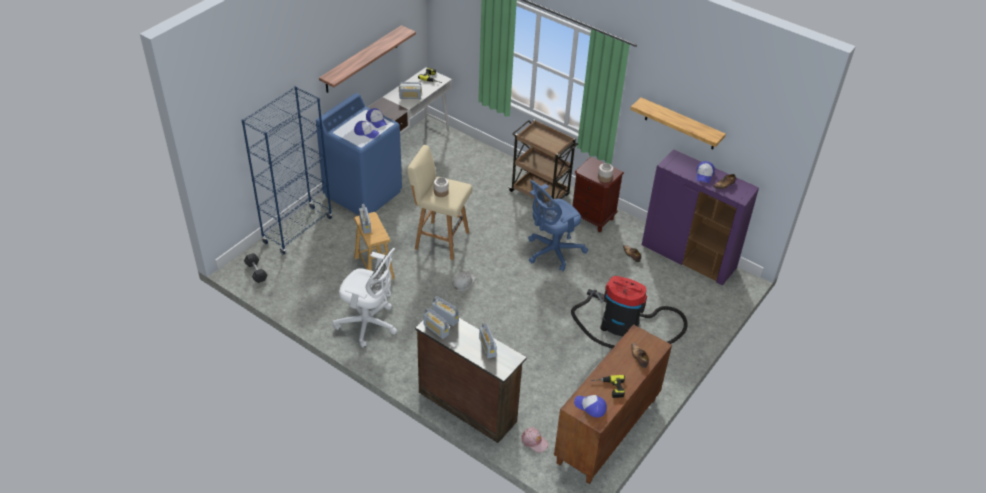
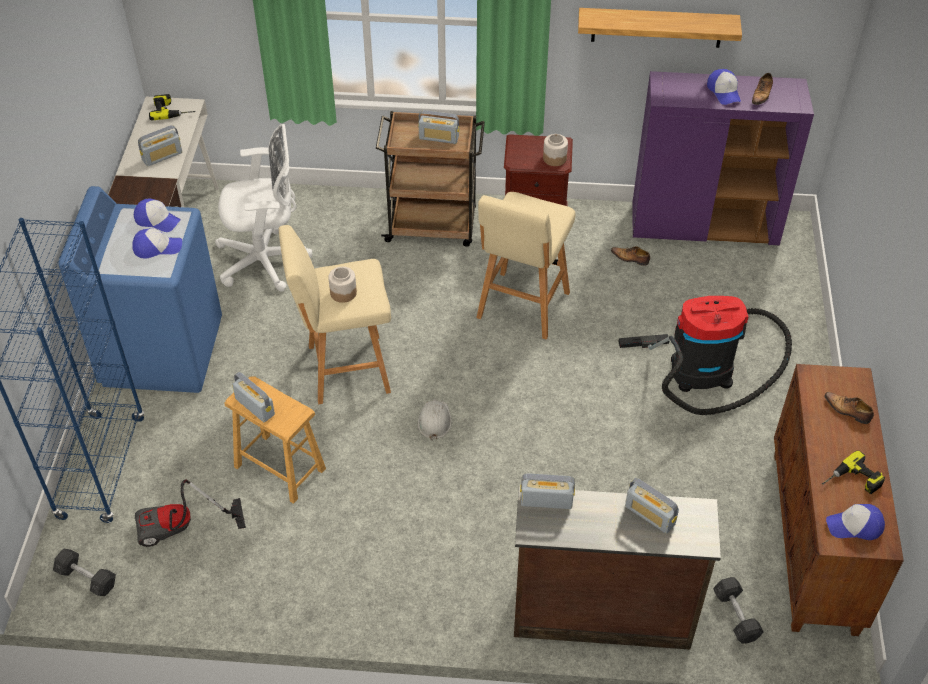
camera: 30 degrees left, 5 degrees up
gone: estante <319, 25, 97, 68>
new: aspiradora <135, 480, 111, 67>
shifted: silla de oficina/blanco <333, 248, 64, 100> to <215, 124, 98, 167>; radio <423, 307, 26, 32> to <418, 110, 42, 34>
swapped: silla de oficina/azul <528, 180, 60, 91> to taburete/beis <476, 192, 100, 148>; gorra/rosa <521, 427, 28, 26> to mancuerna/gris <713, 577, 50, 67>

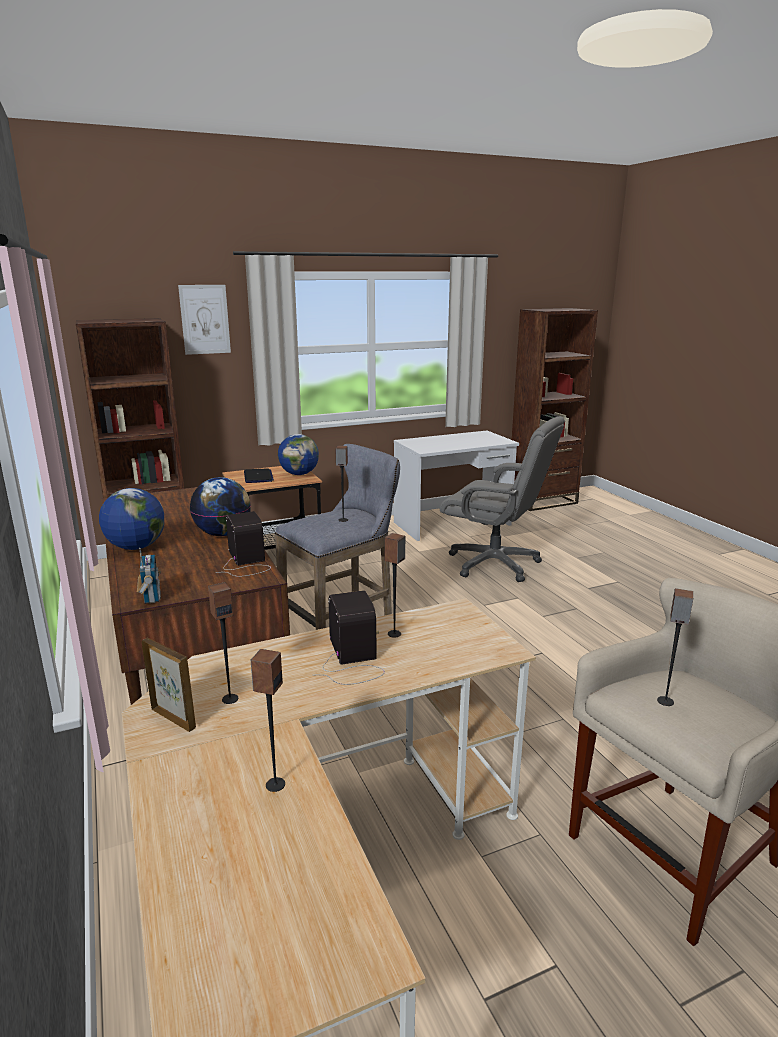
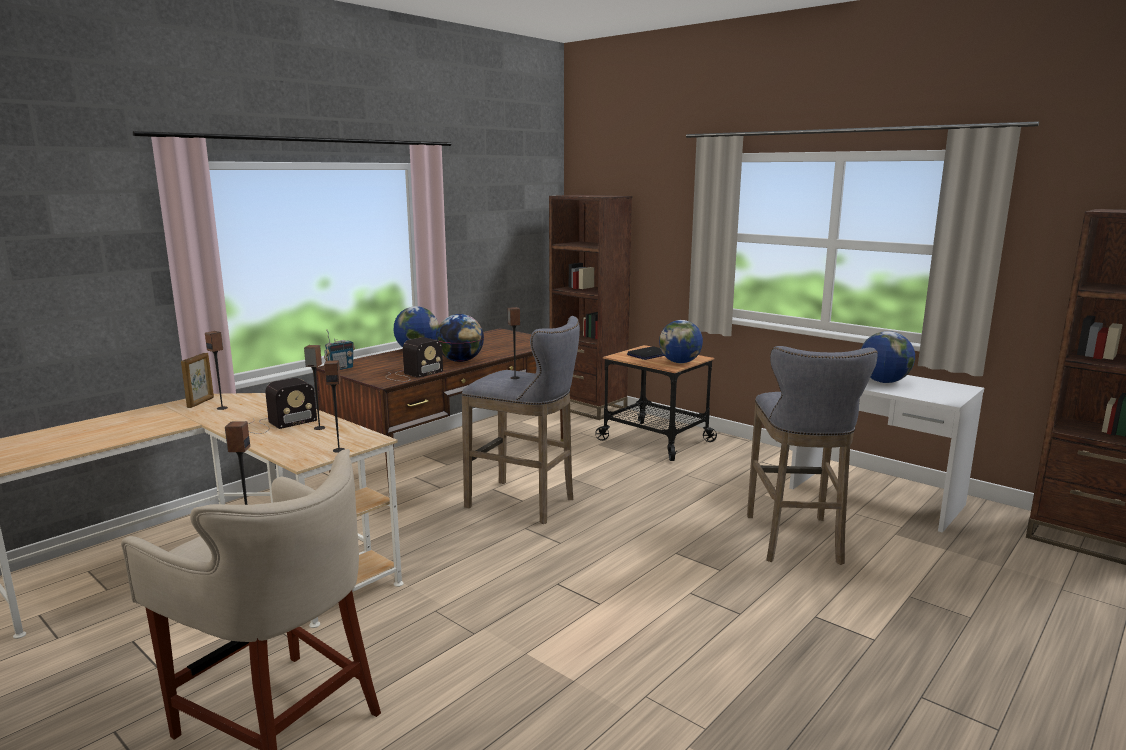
camera: 65 degrees right, 5 degrees down
gone: cuadro <178, 285, 53, 70>
new: globo terráqueo <861, 331, 54, 52>
shifted: altavoz <251, 649, 34, 143> to <324, 360, 21, 93>
swapped: silla de oficina/gris <440, 416, 125, 166> to taburete/gris <747, 346, 131, 219>

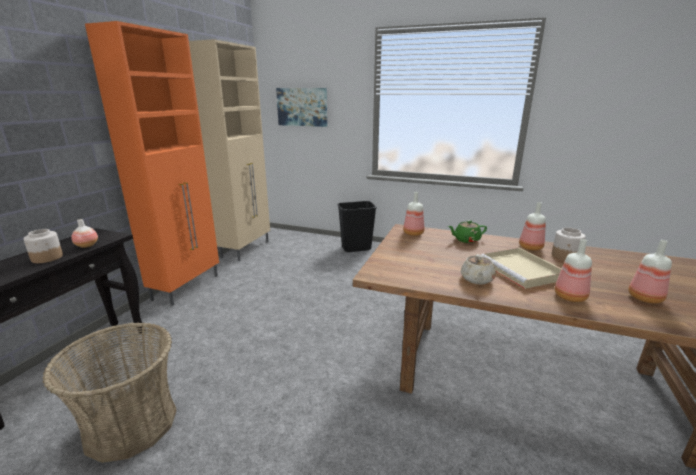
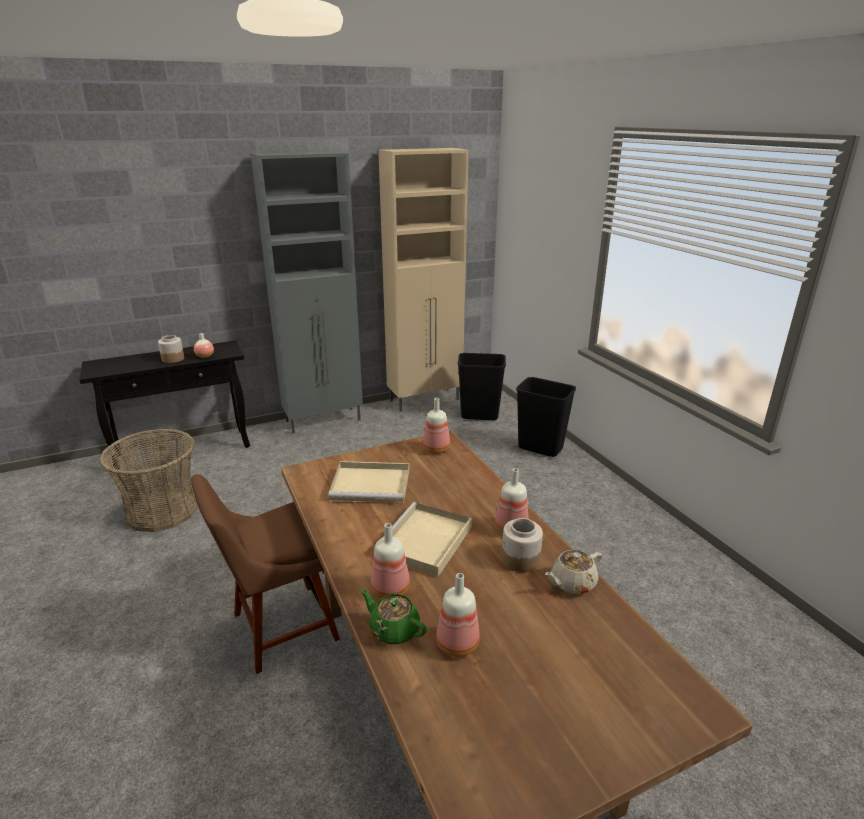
camera: 45 degrees right, 5 degrees up
gone: cuadro <276, 88, 51, 39>
new: silla/marrón <191, 474, 149, 200>; bandeja/beis <328, 461, 81, 43>; papelera/negro <458, 353, 48, 67>
shifted: tetera/verde <448, 220, 39, 23> to <360, 589, 67, 56>; tetera/beis <461, 254, 35, 30> to <545, 550, 57, 44>
repainted: armario/naranja <85, 21, 134, 285> to armario/gris <251, 151, 112, 283>

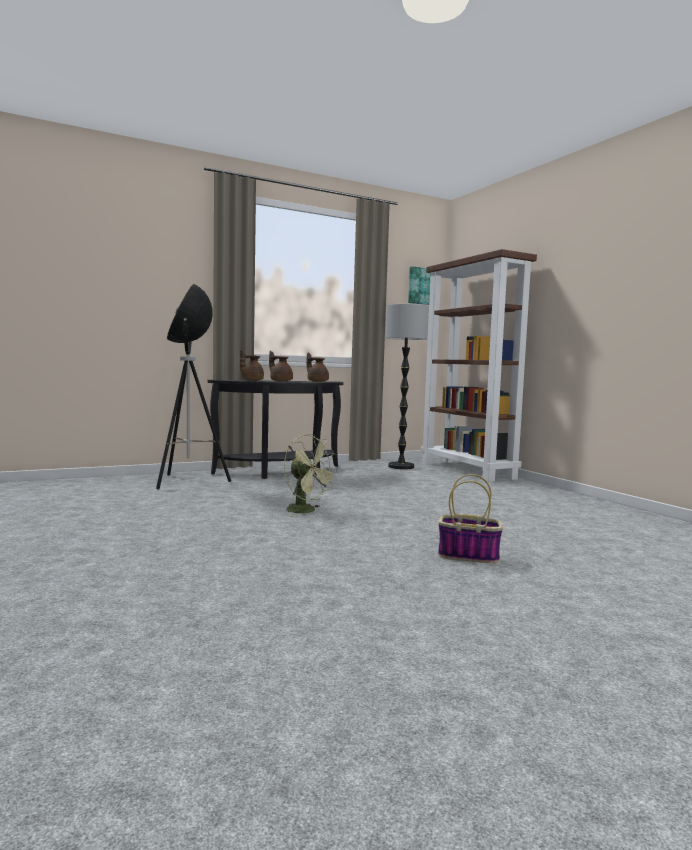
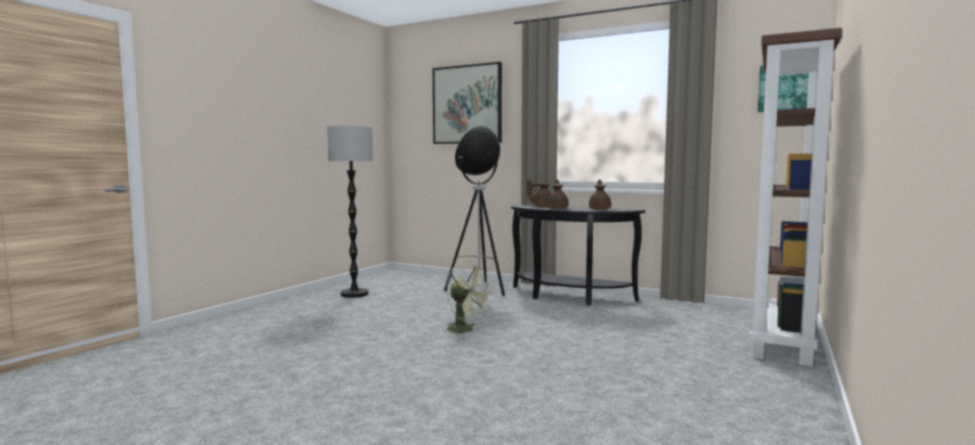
camera: 55 degrees right, 0 degrees up
gone: cesta <438, 474, 65, 89>
new: cuadro <433, 62, 69, 82>
shifted: lámpara de pie <385, 304, 44, 165> to <327, 126, 46, 172>
rotated: ventilador/verde <284, 434, 54, 82> = <447, 261, 45, 76> 60 degrees counterclockwise

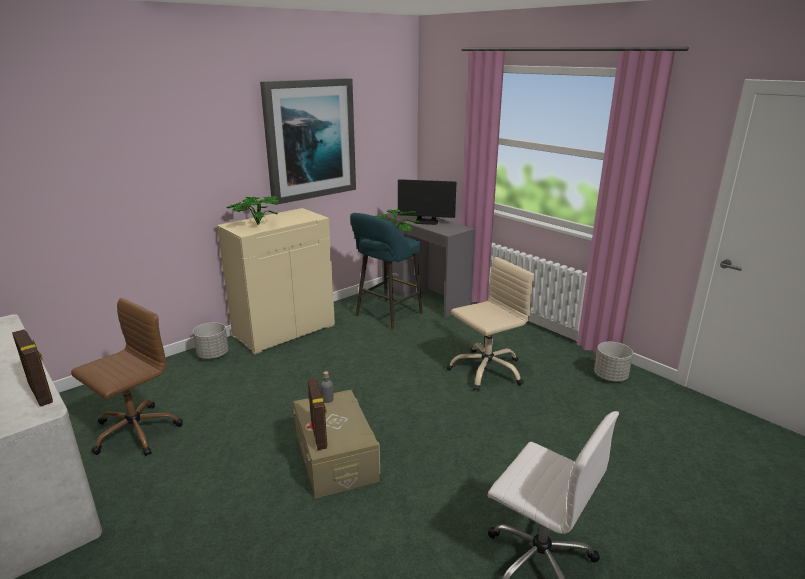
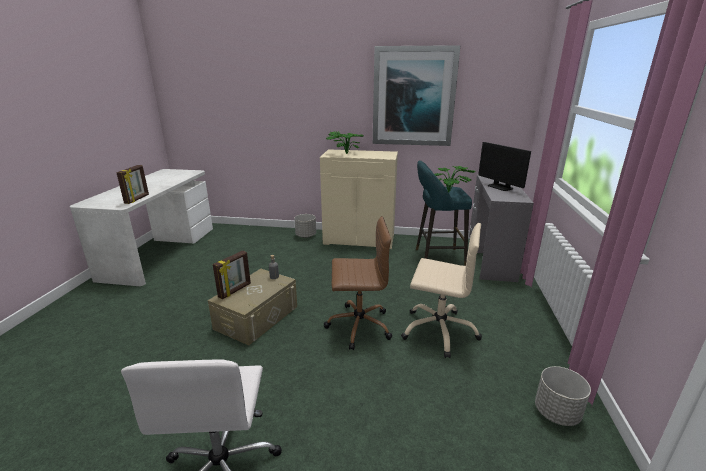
camera: 50 degrees right, 0 degrees up
shifted: silla de oficina/marrón <71, 298, 112, 158> to <324, 216, 68, 134>

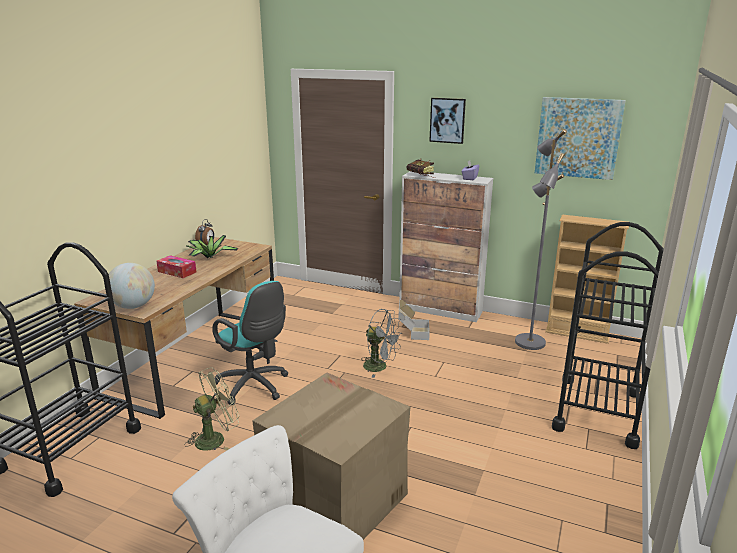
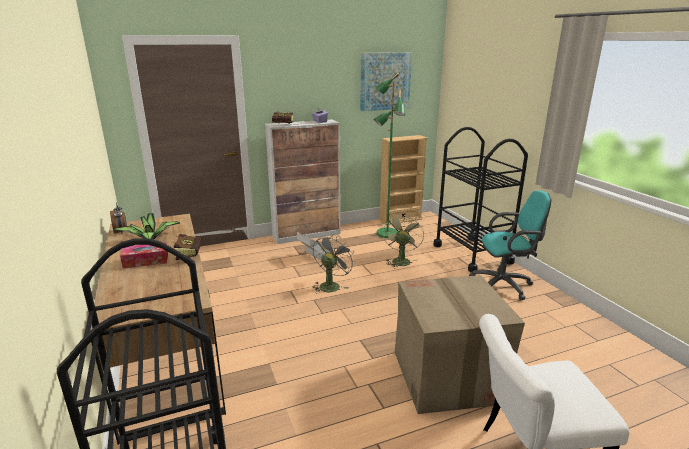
camera: 45 degrees left, 0 degrees up
gone: globo terráqueo <109, 263, 46, 46>; cuadro <429, 98, 37, 46>
new: libro <173, 234, 29, 26>
shifted: ventilador/verde <184, 367, 55, 84> to <383, 214, 41, 54>; silla de oficina/turquesa <212, 281, 77, 124> to <469, 191, 82, 109>
repainted: lámpara de pie/gris <515, 129, 52, 221> to lámpara de pie/verde <374, 73, 31, 165>
rotated: ventilador/gris <361, 309, 41, 69> = <312, 234, 44, 60> 45 degrees counterclockwise

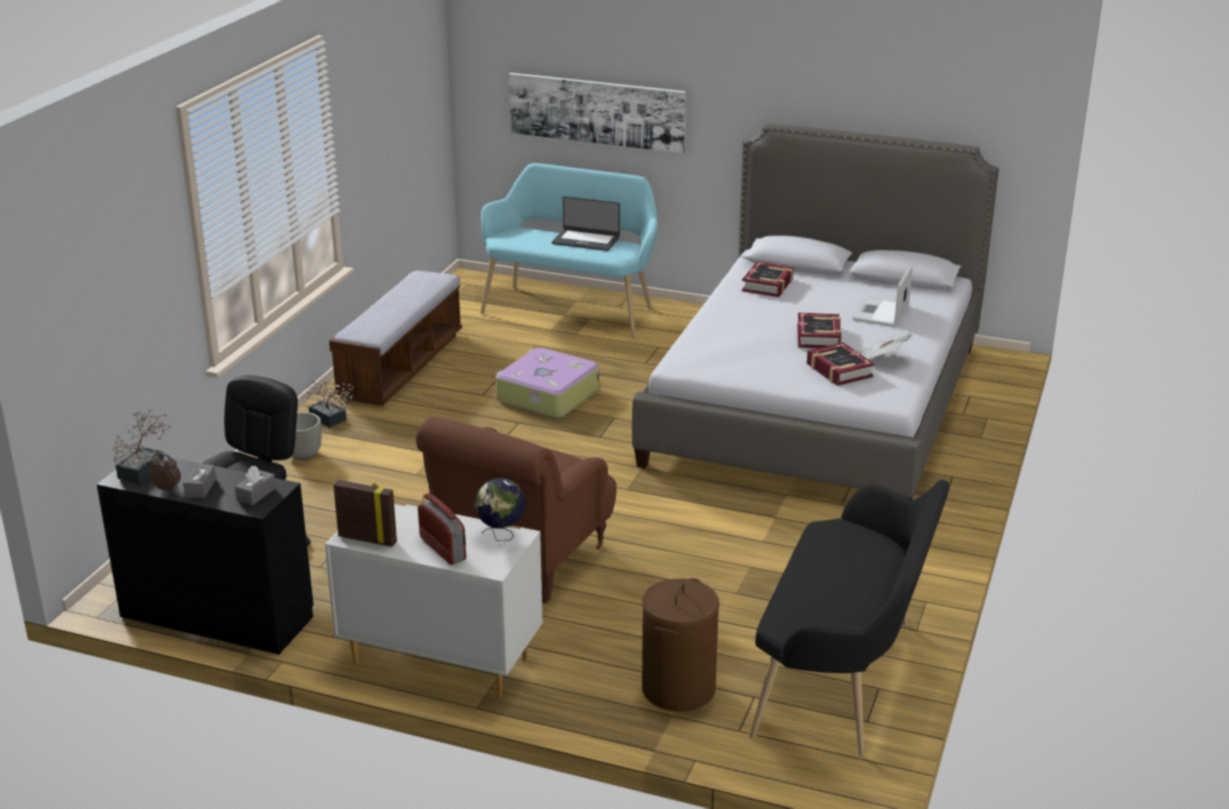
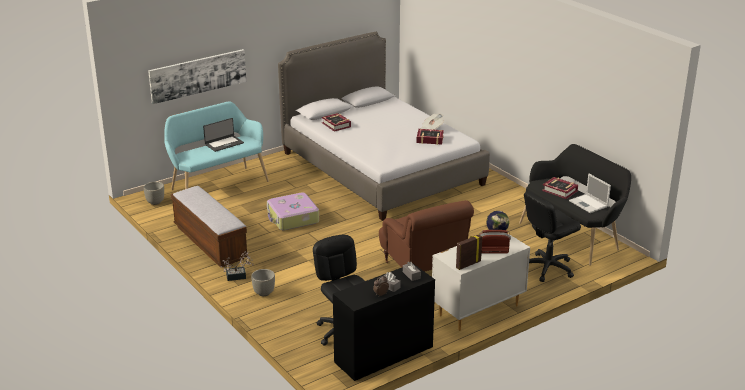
camera: 55 degrees left, 0 degrees up
gone: planta en maceta <112, 408, 60, 76>
new: maceta/gris <144, 182, 20, 23>
shifted: libro <797, 313, 45, 35> to <542, 177, 36, 22>; portátil <853, 265, 60, 62> to <569, 173, 42, 40>
swapped: cesto de la ropa/marrón <642, 578, 77, 134> to silla de oficina/negro <524, 191, 57, 91>

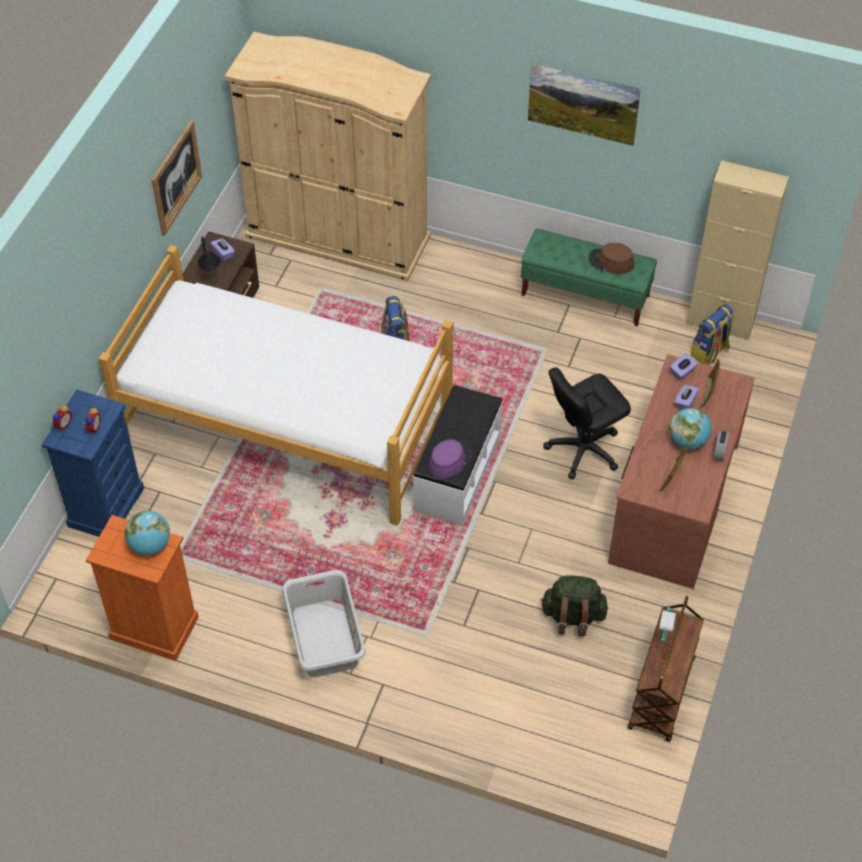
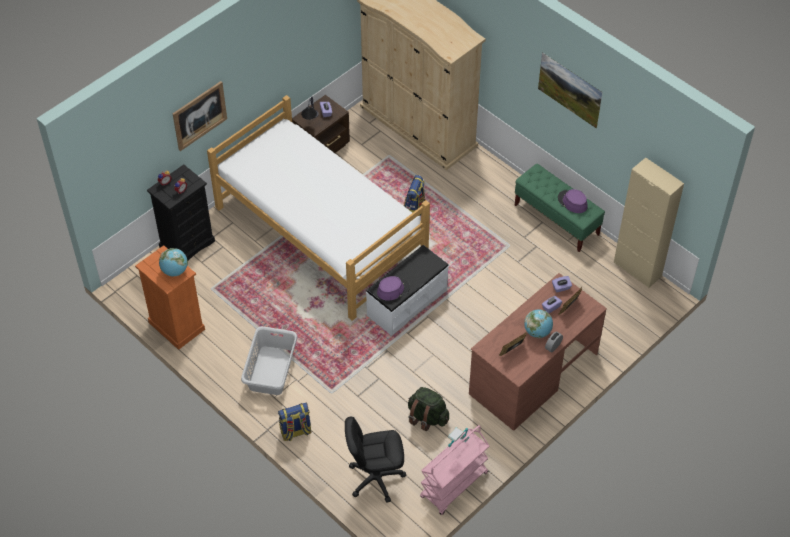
camera: 25 degrees right, 0 degrees up
shifted: cuadro <151, 120, 51, 116> to <172, 81, 55, 70>; mochila <691, 304, 43, 61> to <278, 403, 34, 38>; silla de oficina/negro <543, 367, 88, 112> to <345, 417, 61, 86>
repainted: cómoda/azul <42, 389, 102, 148> to cómoda/negro <147, 165, 68, 96>; carrito/marrón <628, 596, 76, 146> to carrito/rosa <420, 425, 69, 90>; sombrero/marrón <588, 243, 46, 31> to sombrero/morado <558, 189, 30, 24>

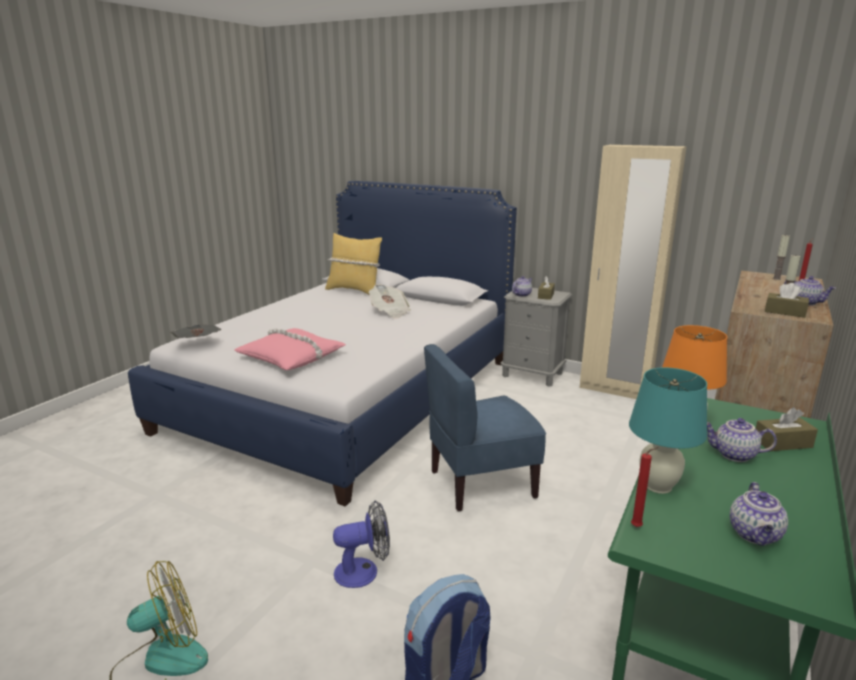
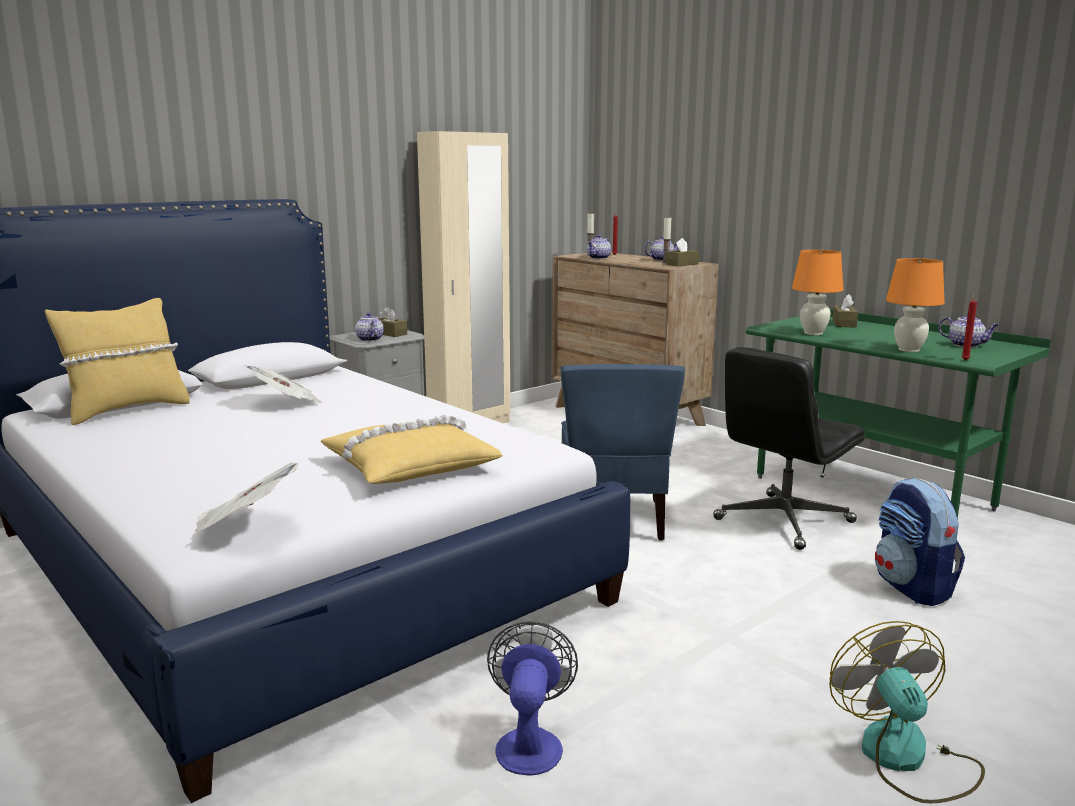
camera: 70 degrees left, 5 degrees down
new: silla de oficina/negro <713, 347, 152, 203>
shifted: ventilador <333, 500, 57, 88> to <487, 621, 91, 155>; tetera <707, 418, 70, 44> to <587, 235, 24, 24>
repainted: cojín/rosa <235, 328, 111, 42> to cojín/amarillo <321, 415, 181, 69>; lámpara de mesa/turquesa <629, 367, 78, 127> to lámpara de mesa/naranja <886, 258, 59, 94>

